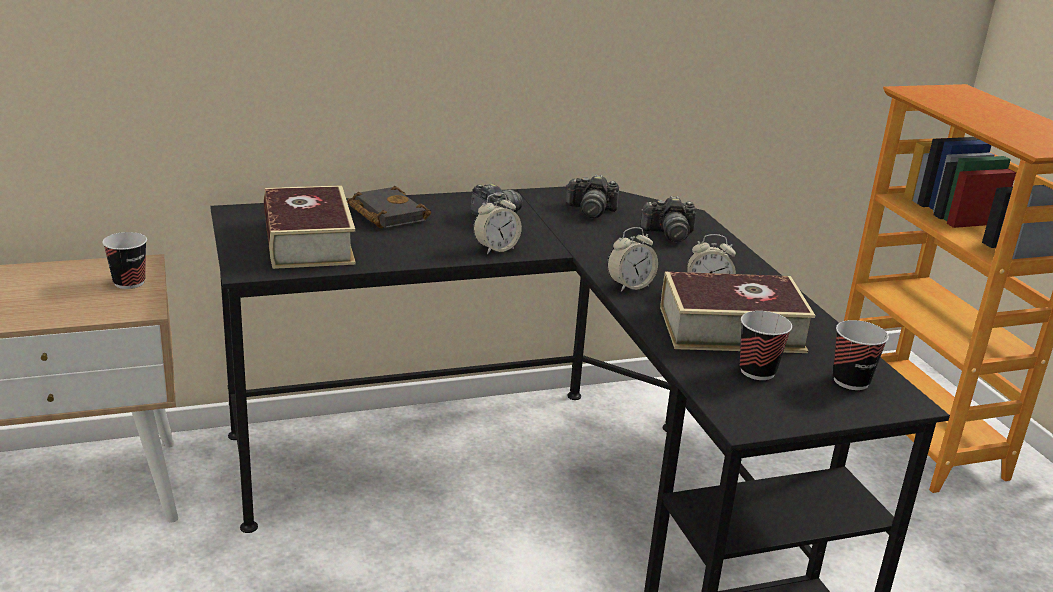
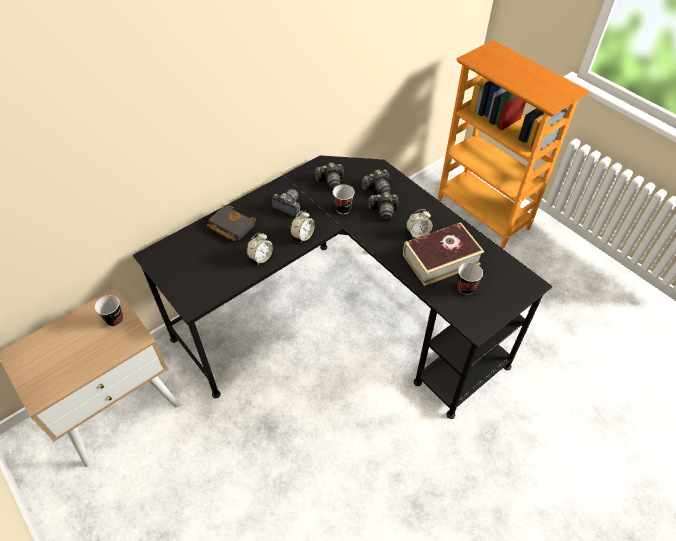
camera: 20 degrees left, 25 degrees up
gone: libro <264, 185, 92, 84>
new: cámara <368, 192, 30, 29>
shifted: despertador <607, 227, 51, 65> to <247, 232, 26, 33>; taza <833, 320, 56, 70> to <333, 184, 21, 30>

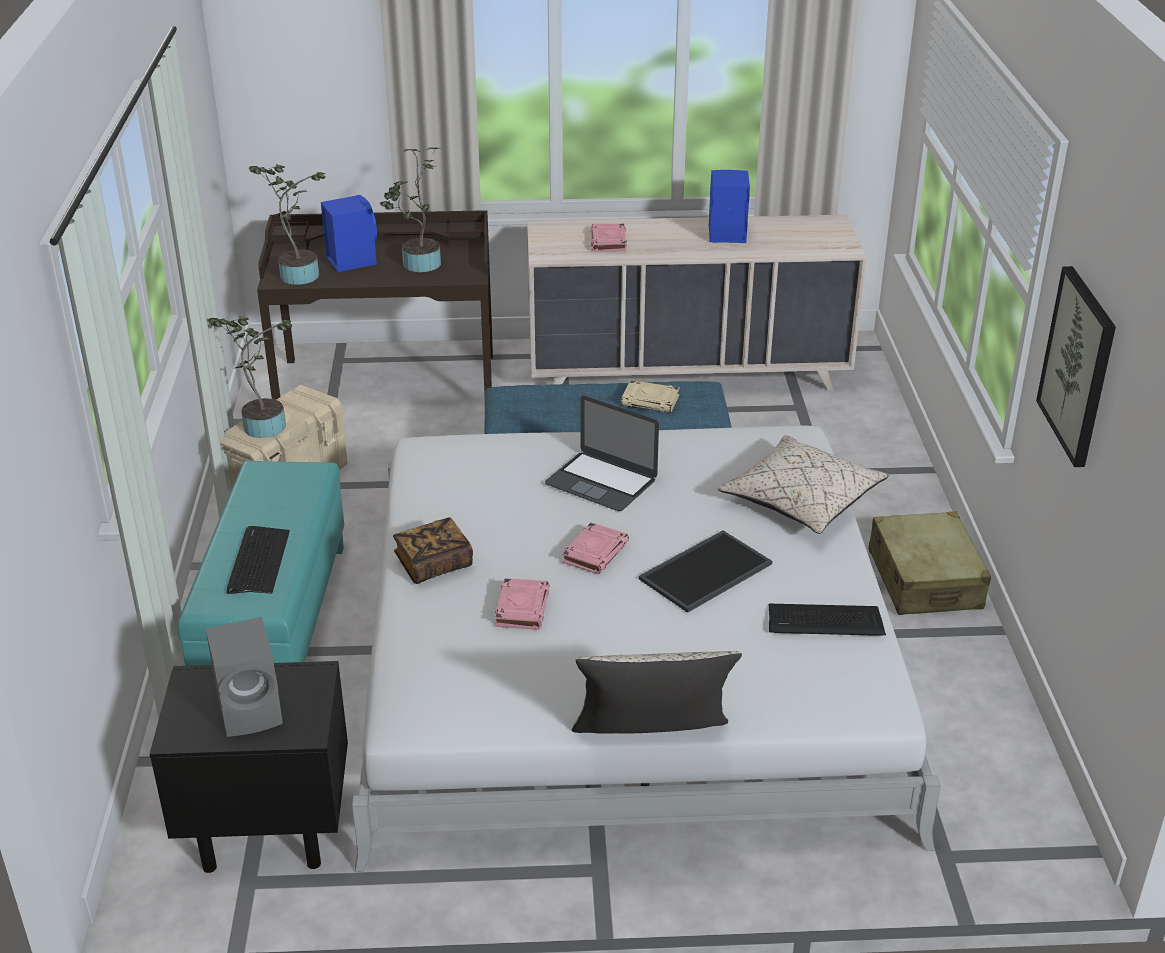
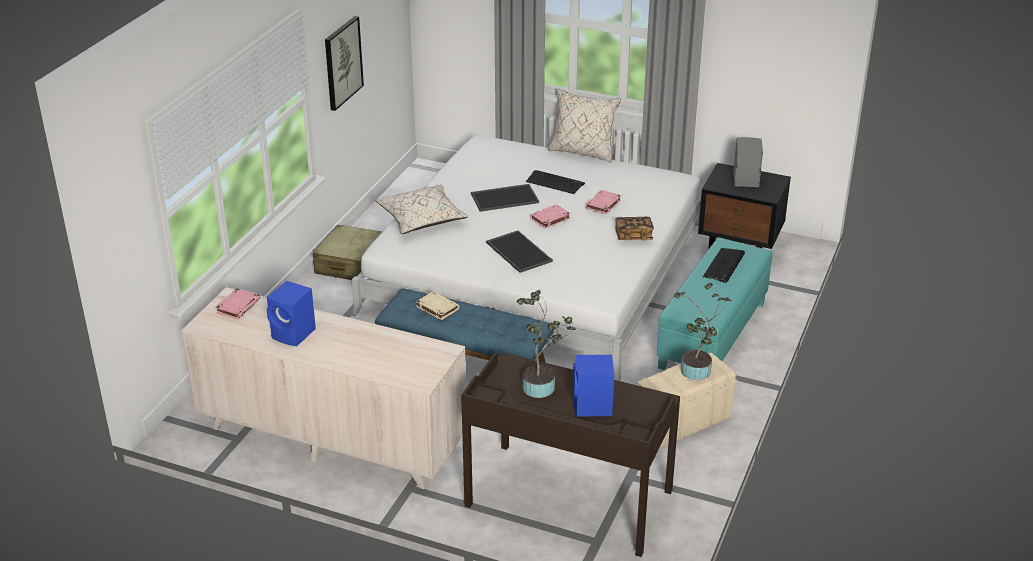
camera: 155 degrees left, 0 degrees up
gone: planta en maceta <249, 164, 77, 121>
shifted: libro/rosa <590, 224, 36, 28> to <215, 288, 45, 31>; teclado <769, 604, 117, 32> to <526, 170, 59, 24>
swapped: portátil <545, 396, 114, 115> to bandeja <486, 231, 67, 42>

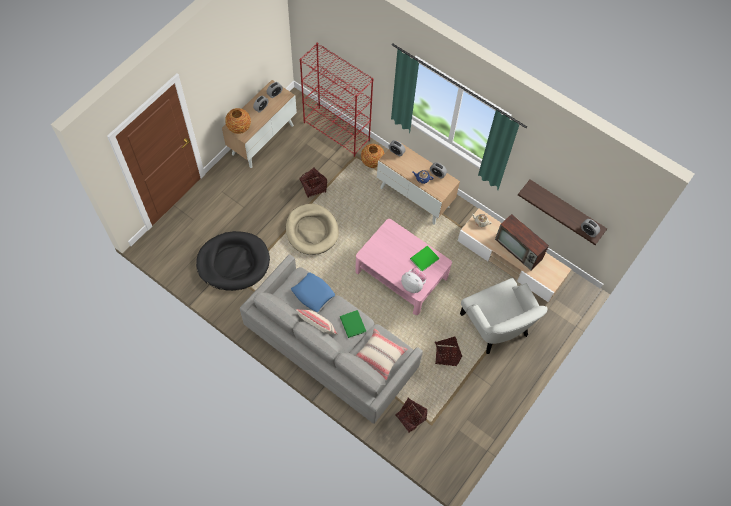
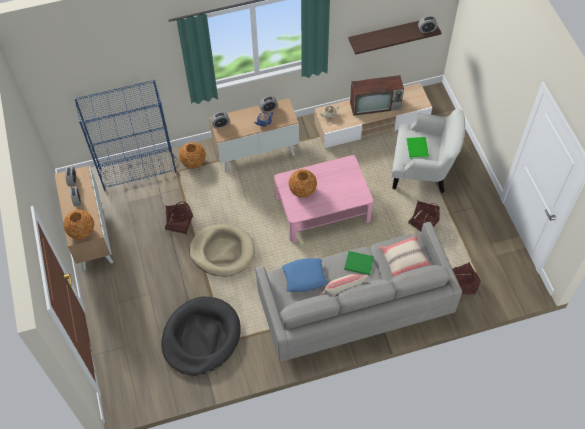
camera: 50 degrees left, 5 degrees down
gone: peluche <401, 268, 26, 25>
new: florero <289, 169, 28, 29>
shifted: libro/verde <410, 246, 29, 26> to <407, 137, 22, 22>
repainted: estantería/rojo <300, 43, 74, 114> to estantería/azul <74, 80, 103, 111>

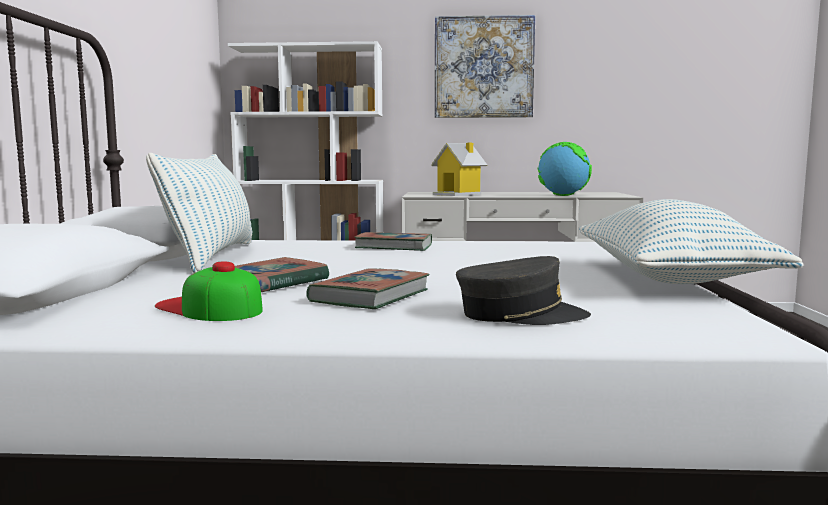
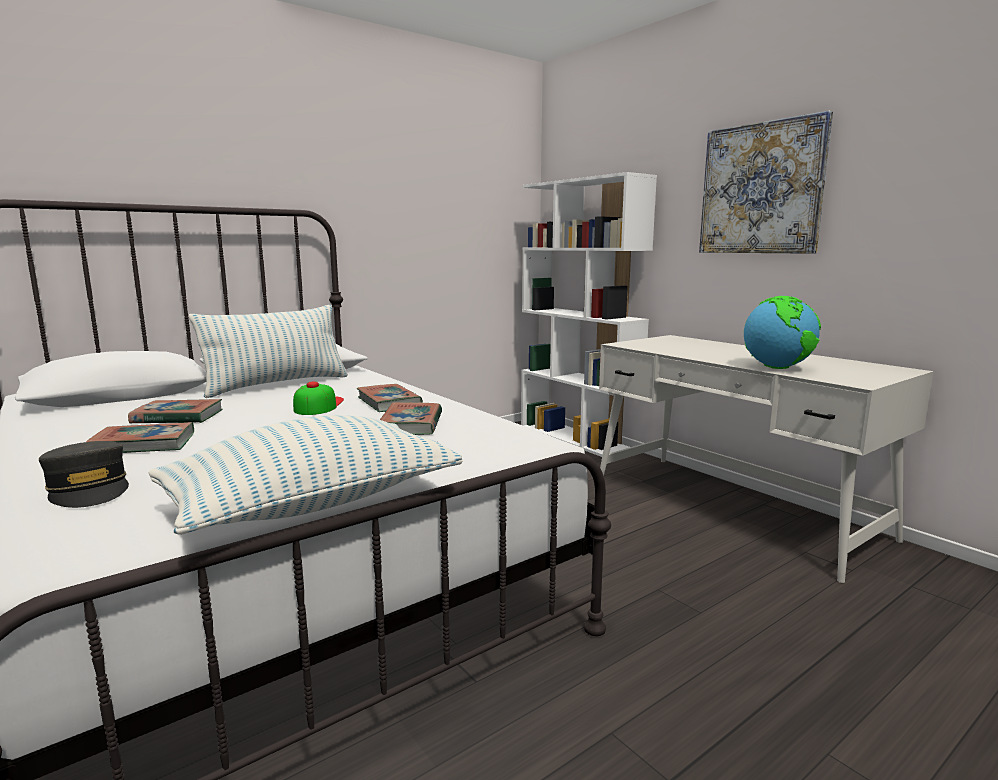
camera: 50 degrees right, 5 degrees up
gone: casita <431, 143, 56, 53>
new: libro <380, 402, 62, 33>
shifted: gorra <155, 261, 108, 60> to <293, 381, 51, 34>

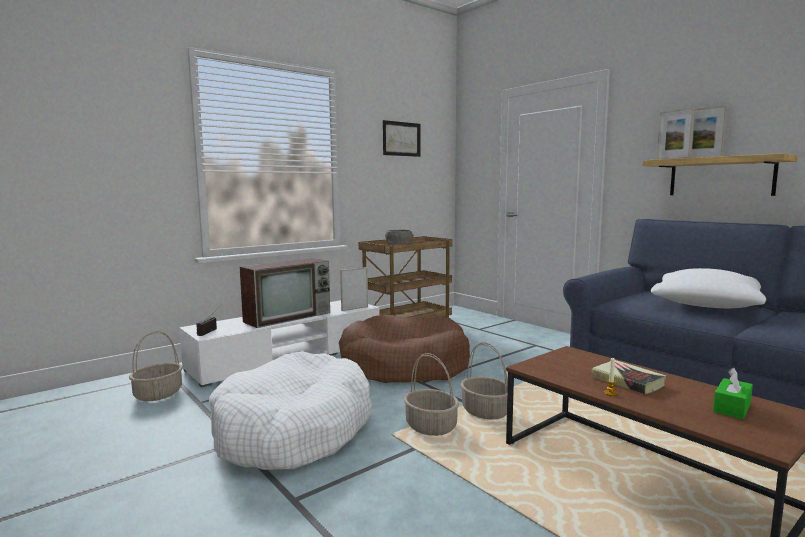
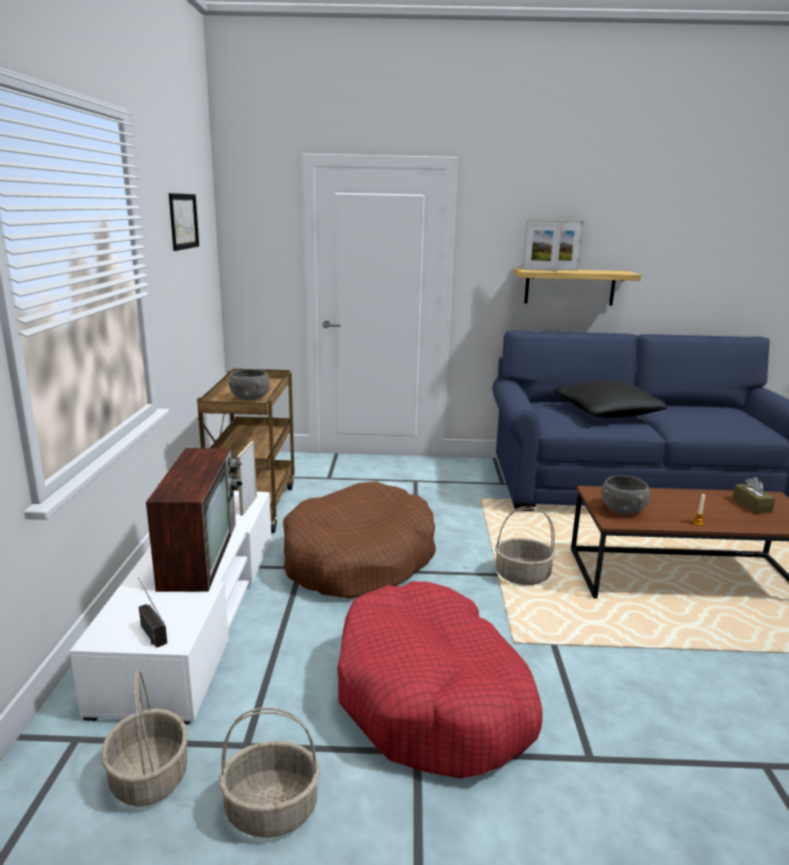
camera: 50 degrees left, 10 degrees up
gone: libro <591, 360, 75, 34>
new: cuenco/gris <601, 476, 49, 38>
shifted: cesta <404, 353, 55, 83> to <219, 707, 101, 131>
repainted: cama para perro/blanco <209, 351, 163, 119> to cama para perro/rojo <337, 581, 206, 198>; cojín/blanco <651, 268, 115, 40> to cojín/negro <554, 380, 113, 38>; caja de pañuelos/verde <713, 368, 40, 51> to caja de pañuelos/marrón <733, 477, 43, 37>

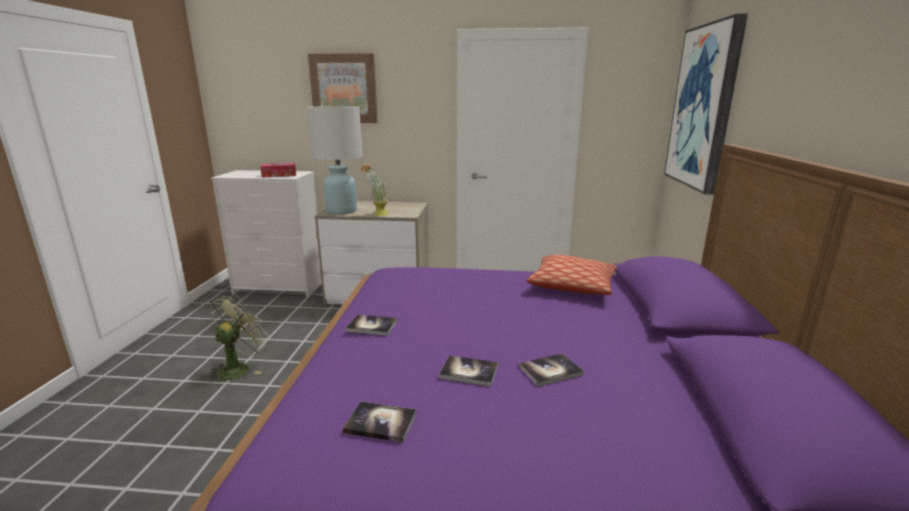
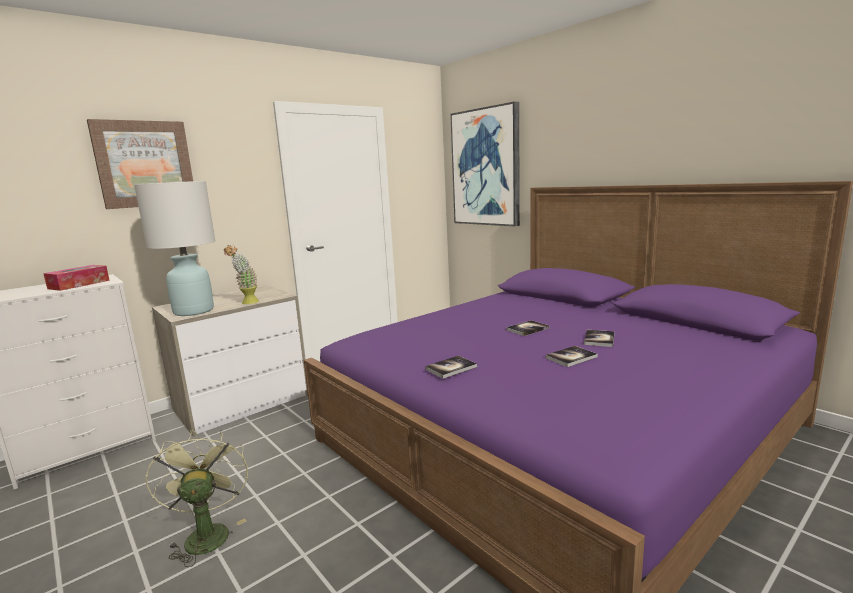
camera: 45 degrees left, 5 degrees down
gone: cojín <527, 255, 90, 40>
shifted: libro <343, 401, 73, 42> to <506, 320, 43, 16>

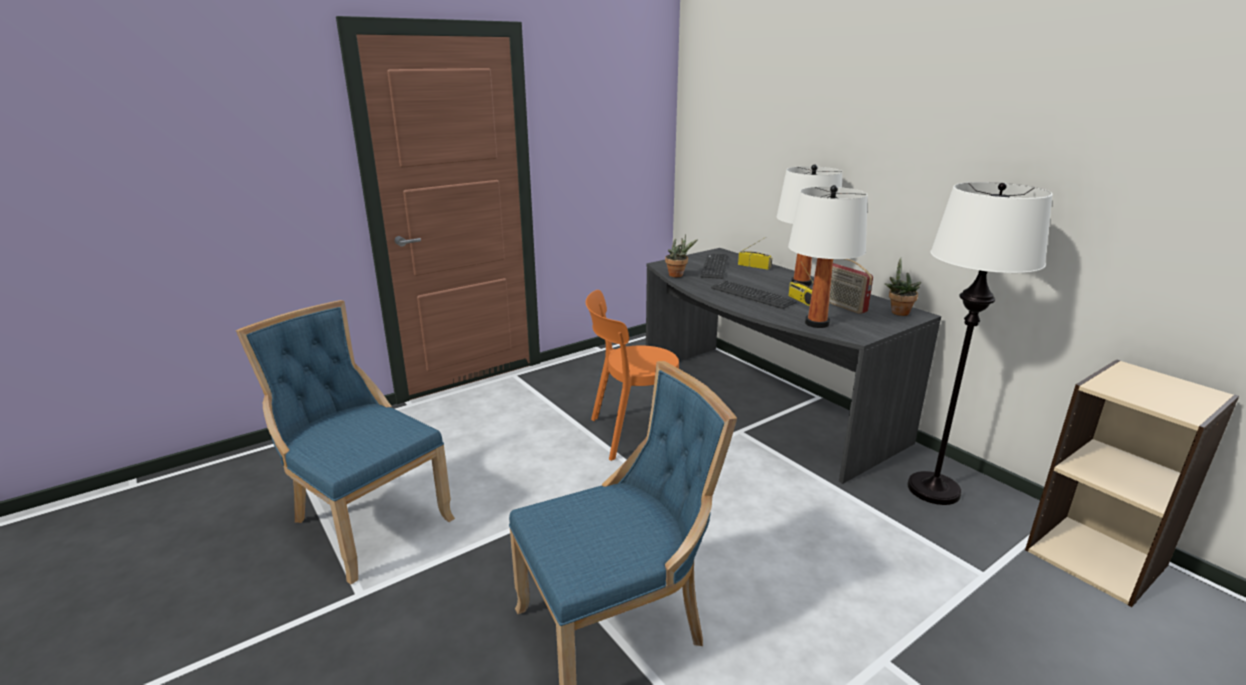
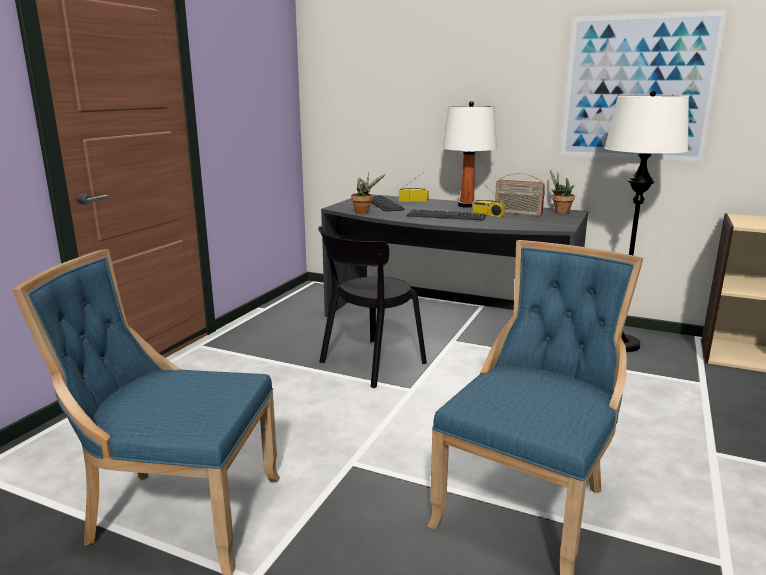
camera: 30 degrees left, 5 degrees down
gone: lámpara de mesa/blanco <788, 185, 80, 143>
new: cuadro <561, 10, 167, 152>
repainted: silla/naranja <586, 290, 93, 171> to silla/negro <318, 226, 109, 162>

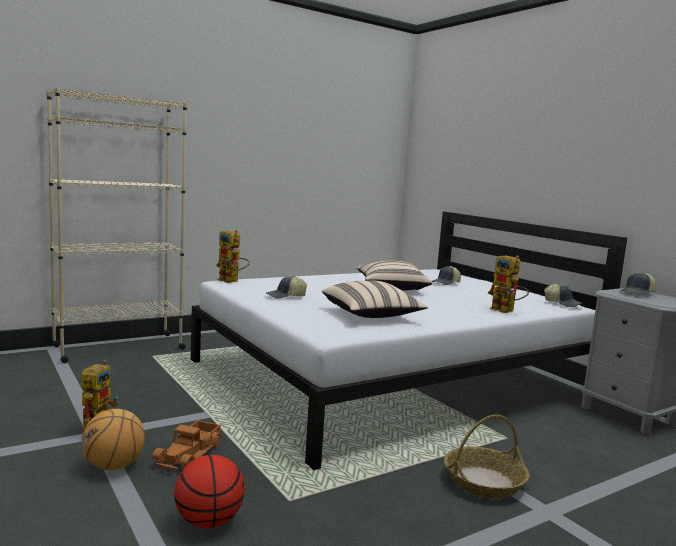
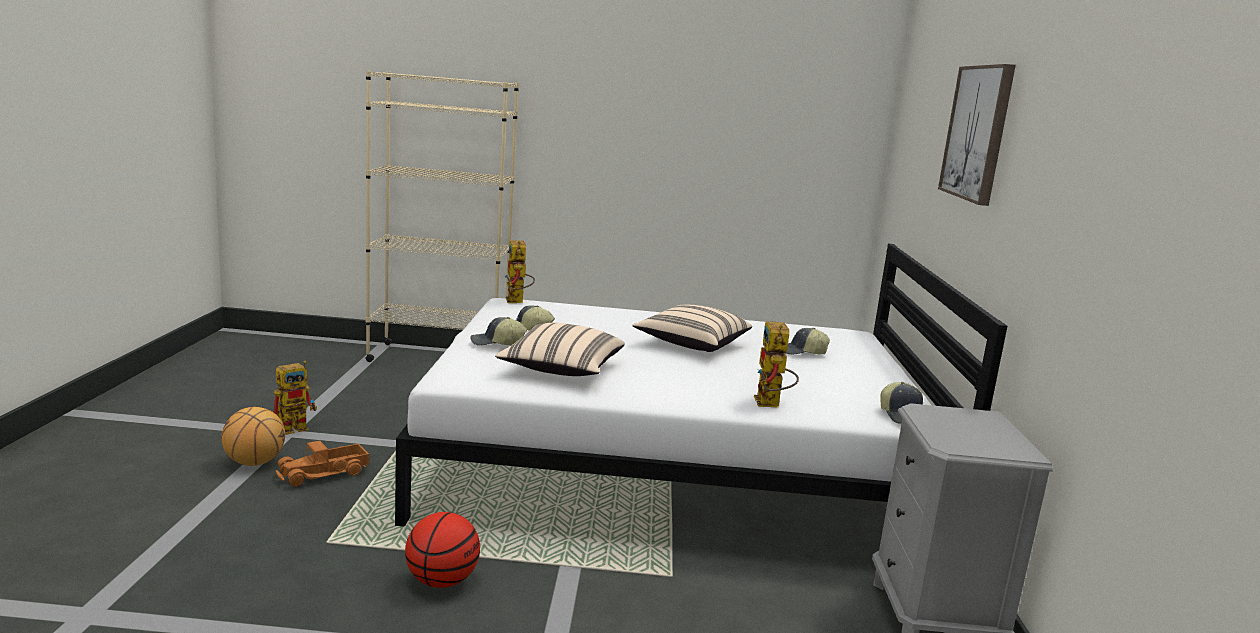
camera: 35 degrees right, 5 degrees up
gone: cesta <444, 415, 85, 84>
new: cuadro <938, 64, 78, 142>
shifted: balón de baloncesto <174, 455, 71, 73> to <405, 512, 75, 76>; gorra <619, 272, 37, 24> to <471, 317, 56, 28>

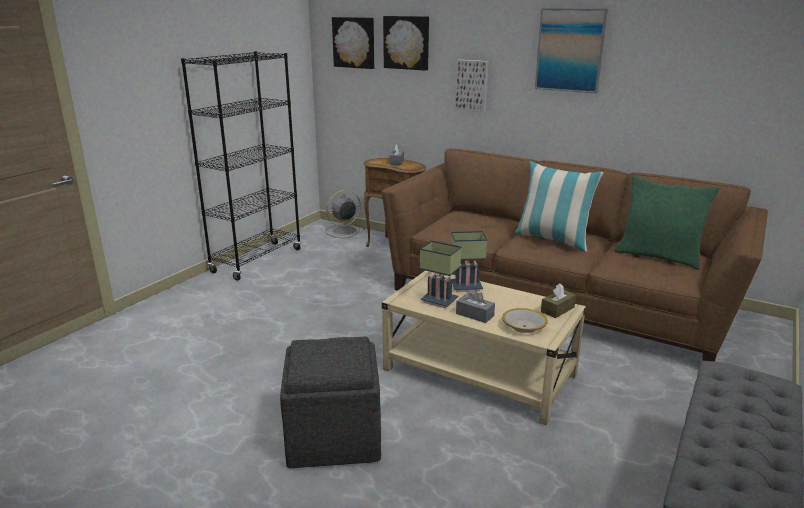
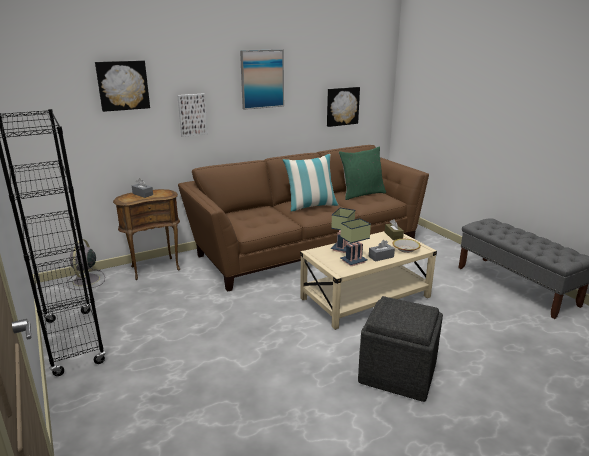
camera: 60 degrees left, 0 degrees up
shifted: cuadro <332, 17, 42, 52> to <327, 87, 33, 40>

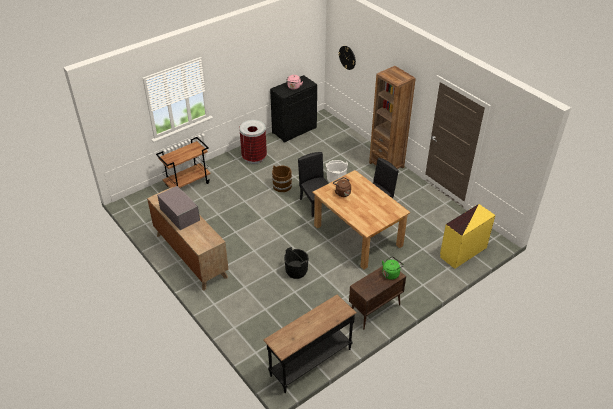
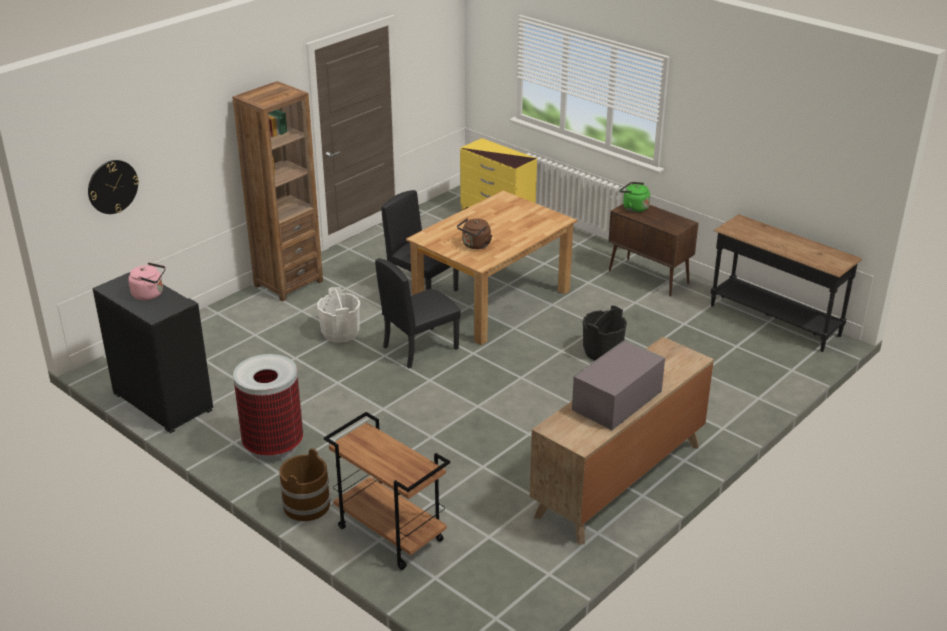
camera: 100 degrees left, 10 degrees down
shifted: cubo/marrón <272, 165, 20, 27> to <279, 448, 51, 73>

